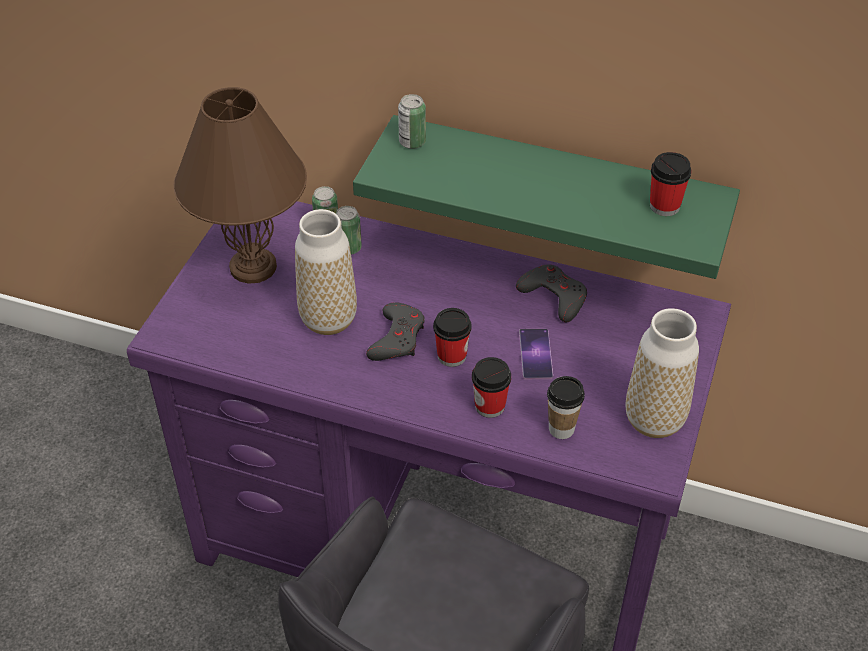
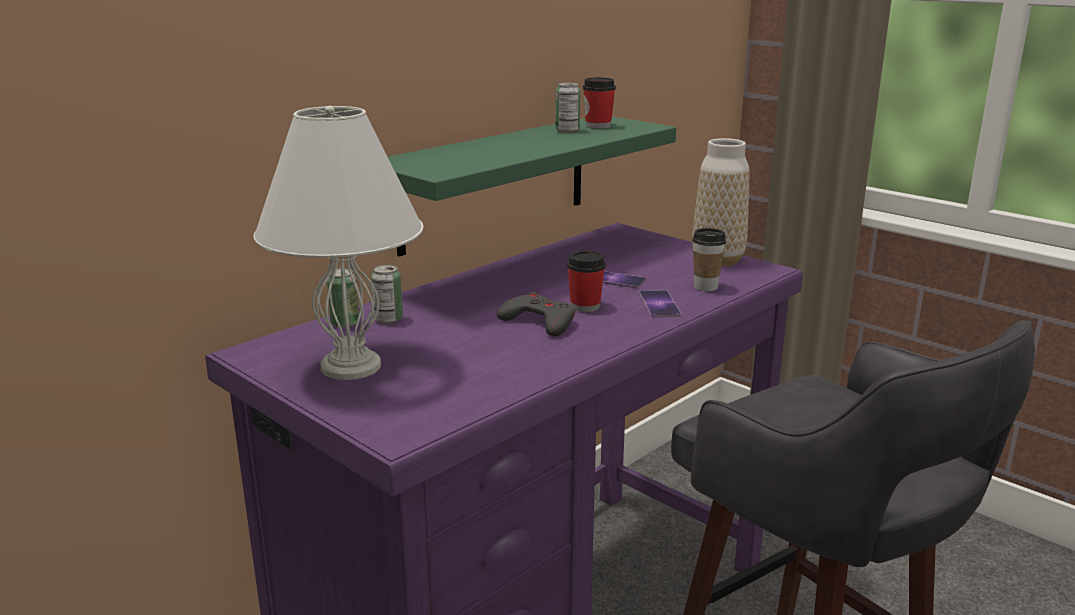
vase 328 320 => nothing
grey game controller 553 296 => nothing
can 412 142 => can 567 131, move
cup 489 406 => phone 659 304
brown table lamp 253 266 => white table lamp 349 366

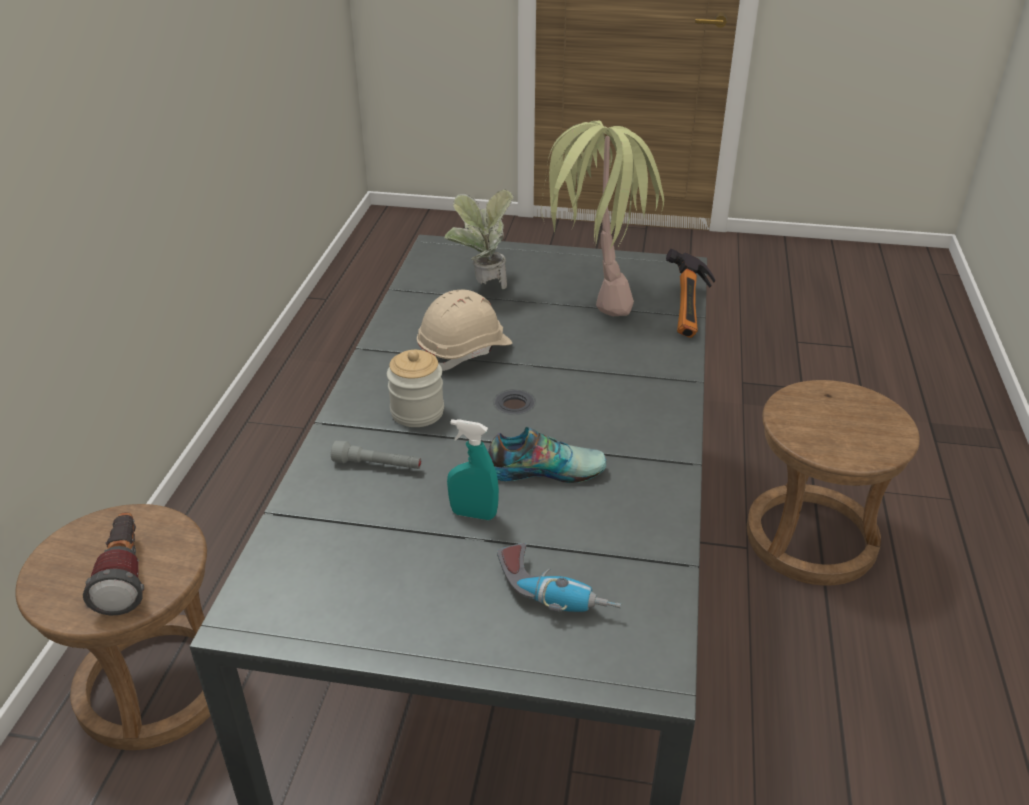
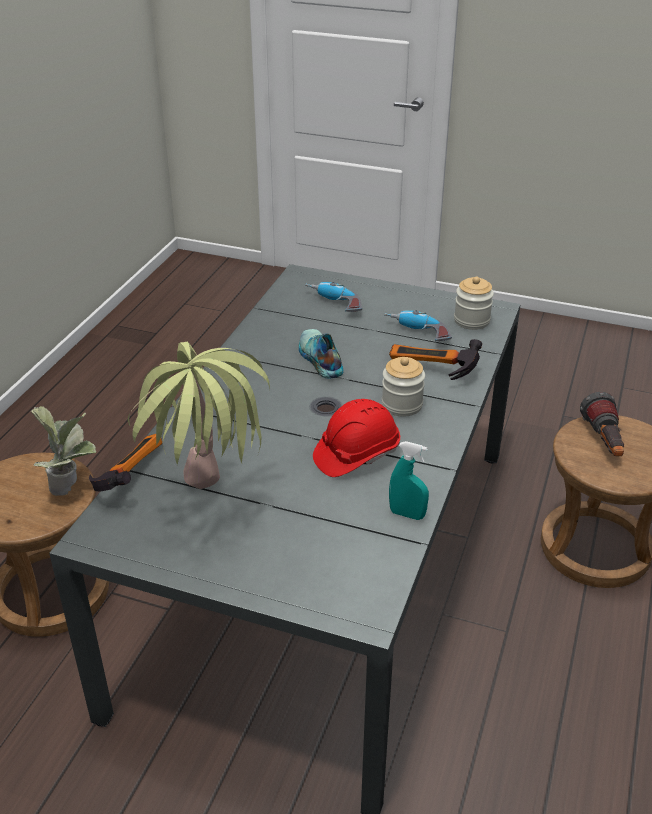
nothing => power drill 417 333
nothing => jar 471 321
potted plant 483 286 => potted plant 71 486, move
turquoise spray bottle 473 514 => turquoise spray bottle 407 514, move
grey flashlight 377 465 => hammer 430 372
beige hard hat 465 351 => red hard hat 356 454
shoe 544 468 => shoe 319 359, 60 degrees clockwise

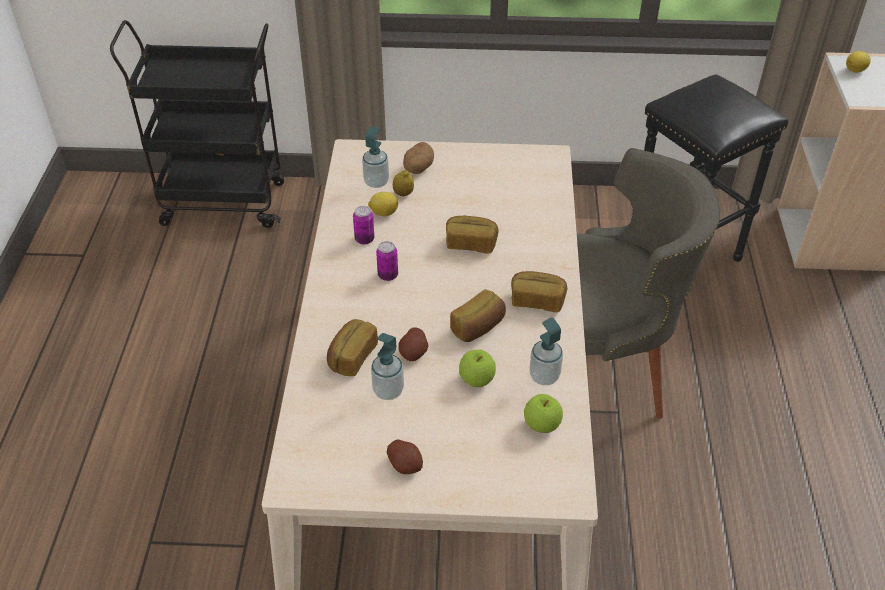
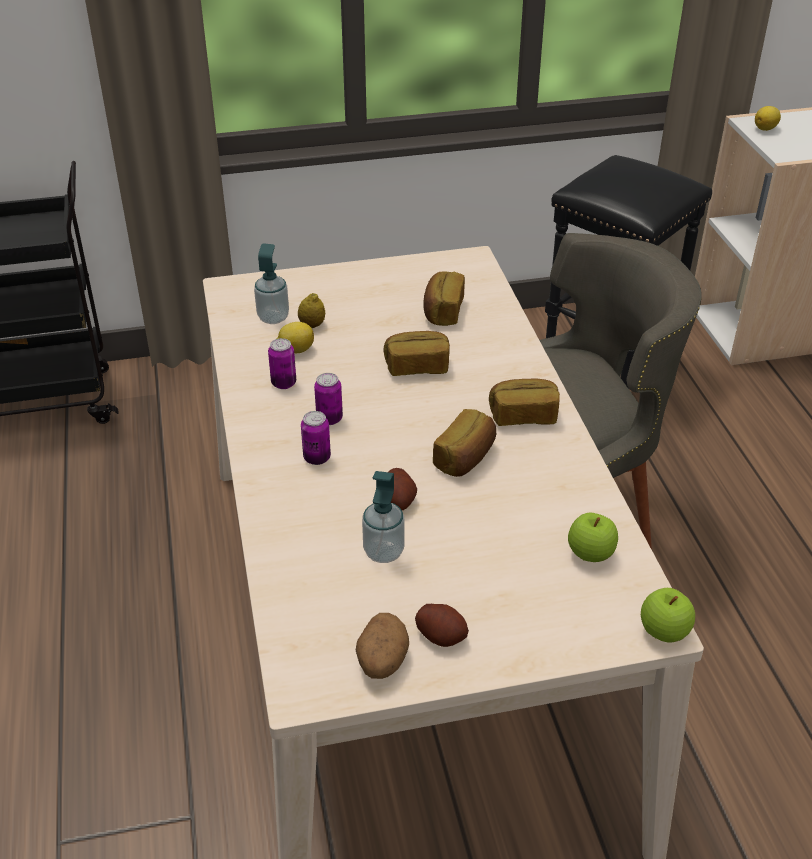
soap dispenser 544 376 => nothing
nothing => can 317 458
bread 351 356 => bread 442 311, move
potato 418 169 => potato 382 662, move
apple 476 380 => apple 663 632, move

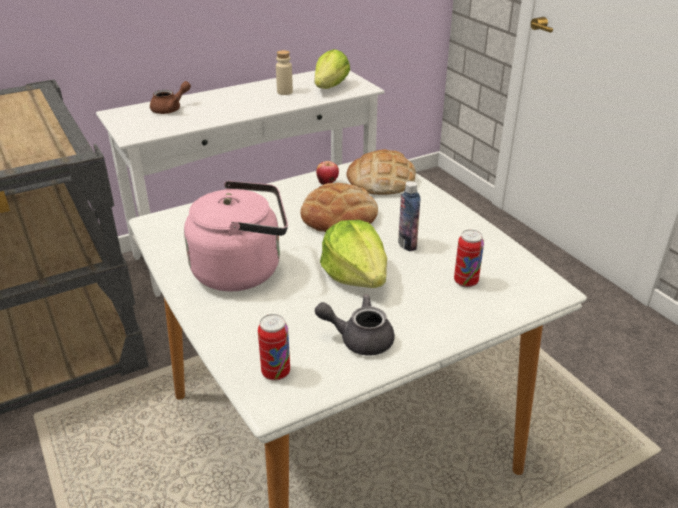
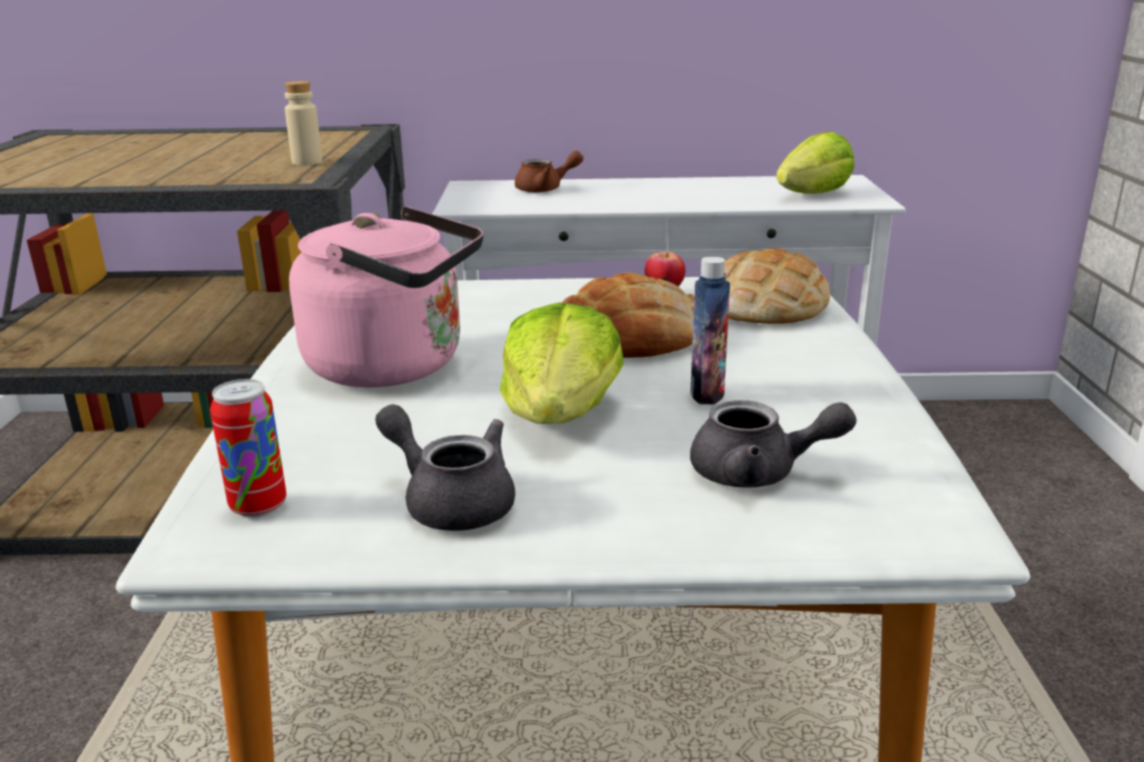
beige bottle 285 92 => beige bottle 307 162, move
can 465 282 => grey teapot 758 473

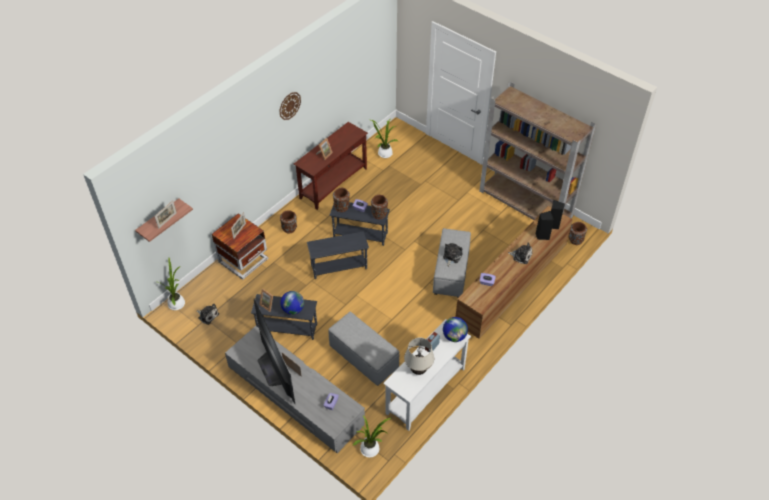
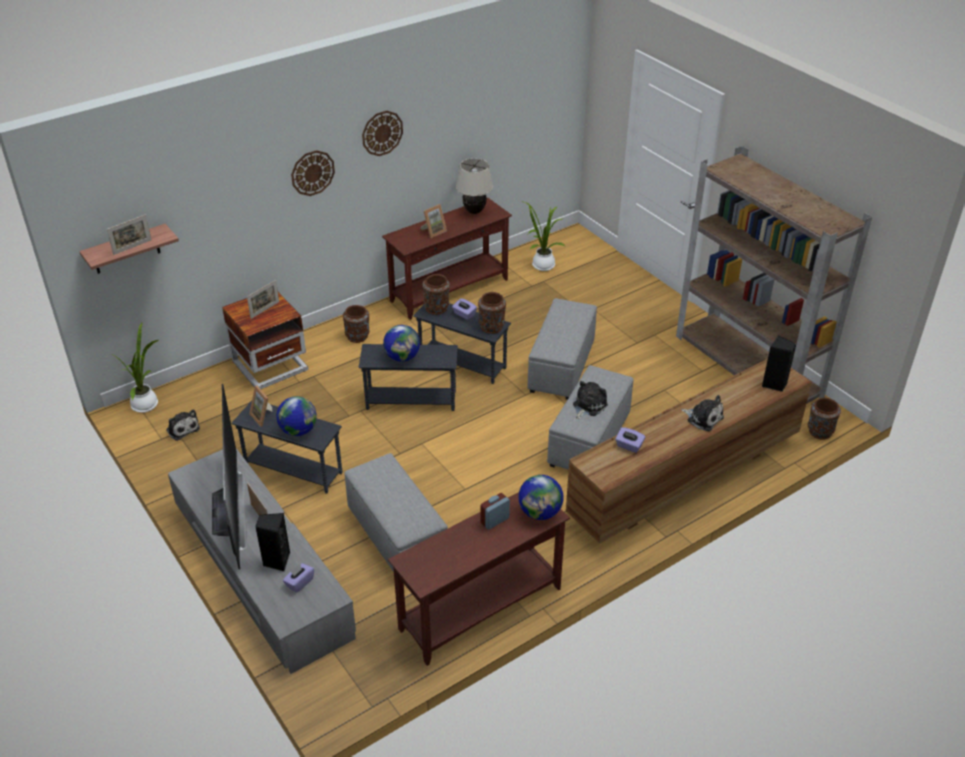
potted plant 371 449 => nothing
nothing => wall clock 312 173
nothing => globe 402 357
nothing => grey ottoman 561 367
beige table lamp 418 370 => beige table lamp 474 211, move
black speaker 542 235 => black speaker 276 561, move
white console table 425 391 => brown console table 480 609

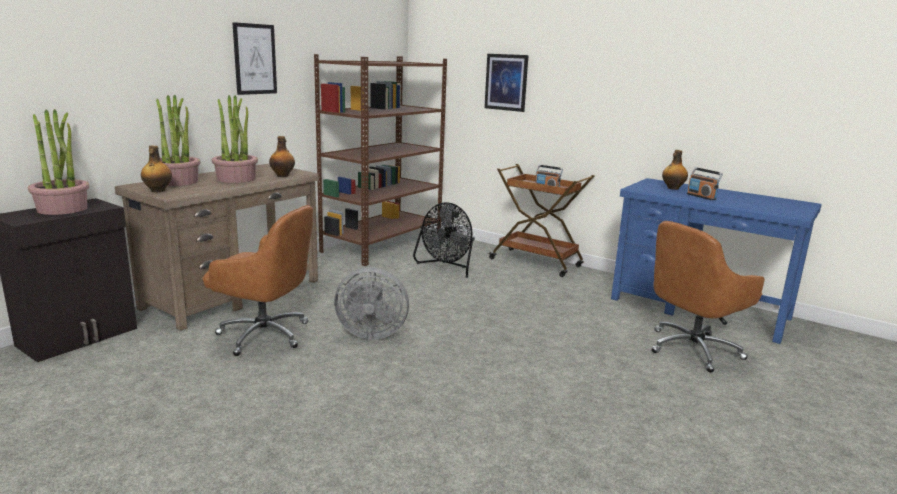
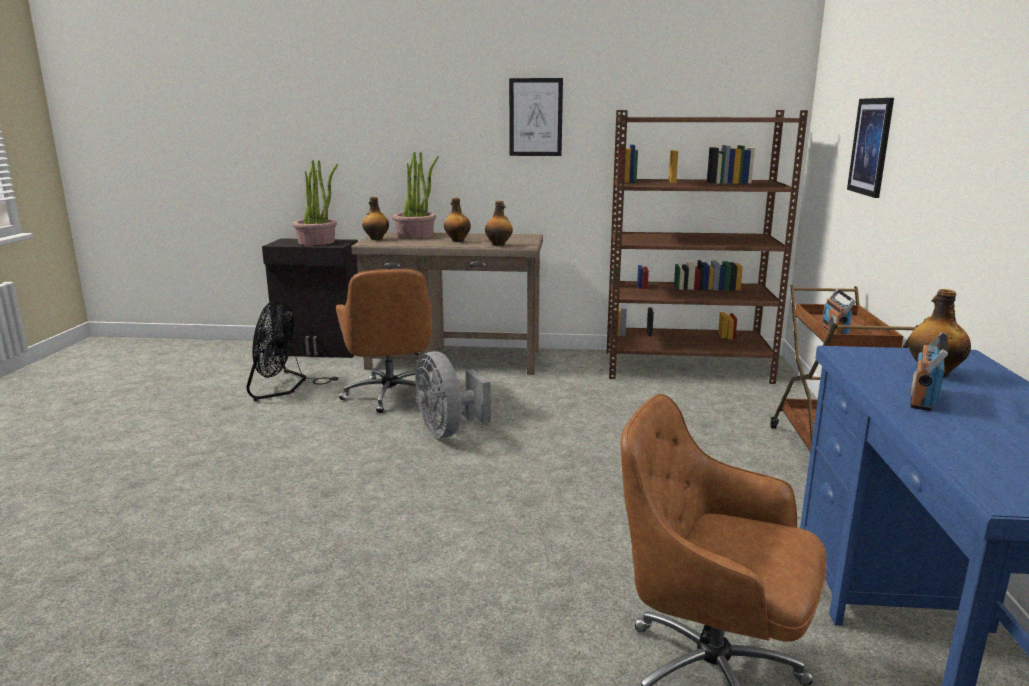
black fan 446 266 => black fan 288 385, move
potted plant 236 179 => bottle 457 240

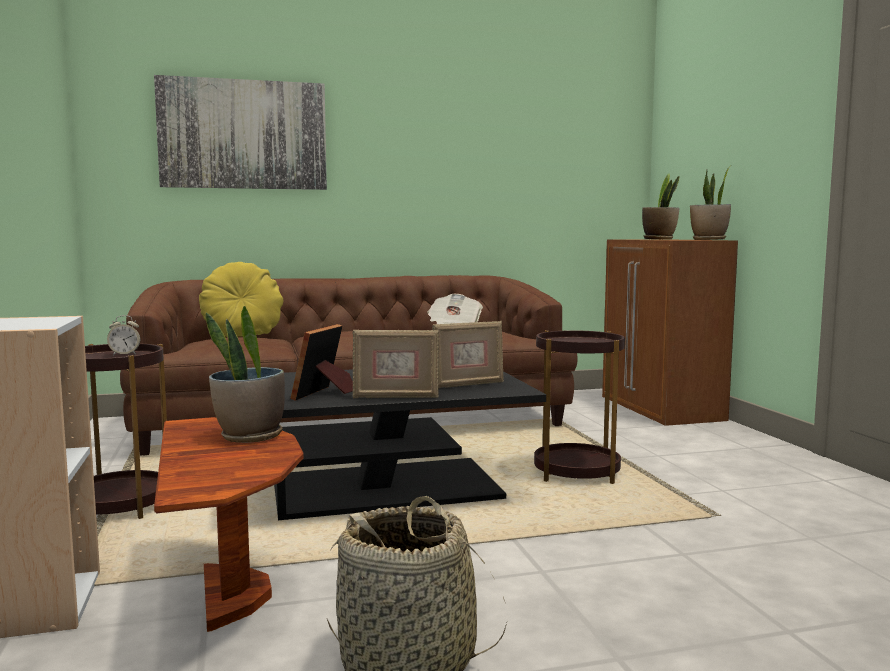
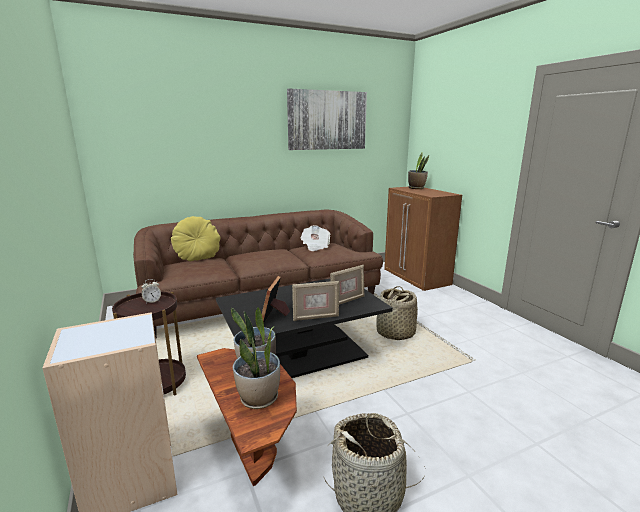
picture 243 135 => picture 327 120, move
potted plant 709 240 => potted plant 259 399, move
brown side table 576 473 => basket 395 333

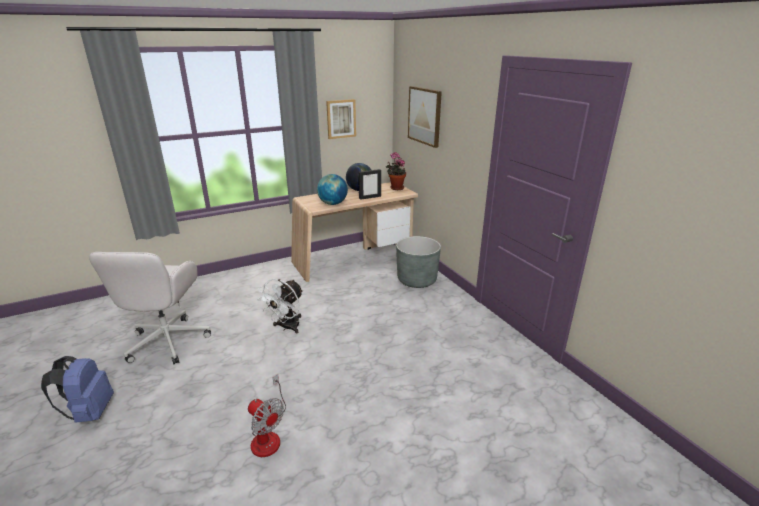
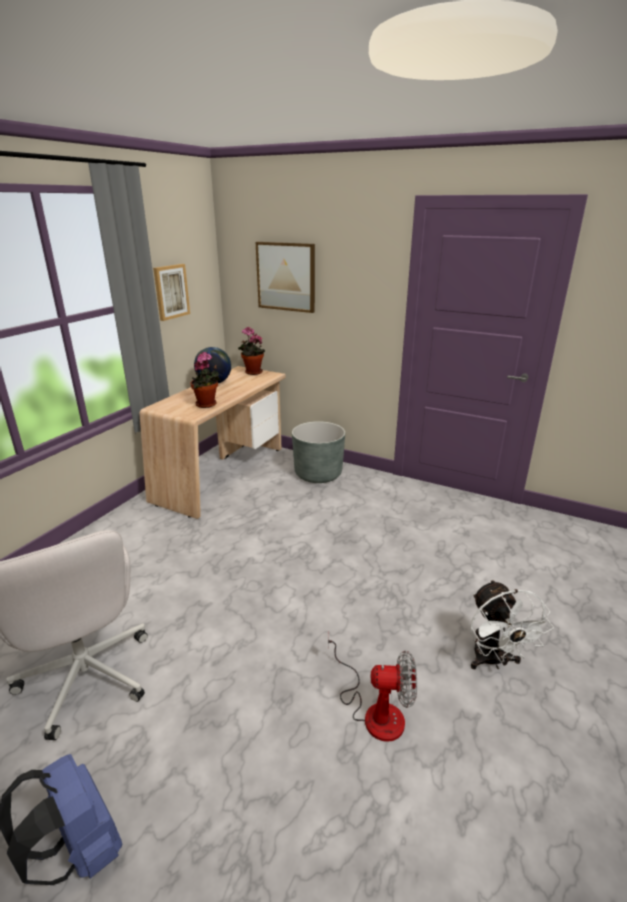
picture frame 370 197 => nothing
white fan 287 327 => white fan 493 661, move
globe 333 204 => potted plant 207 405

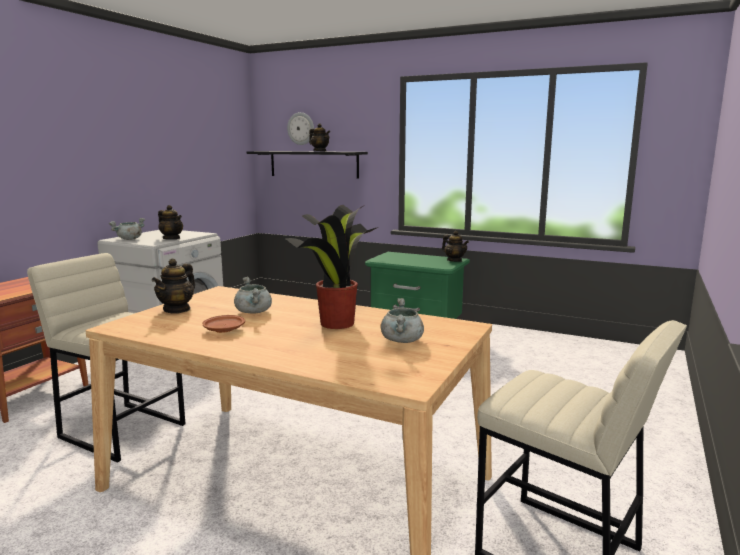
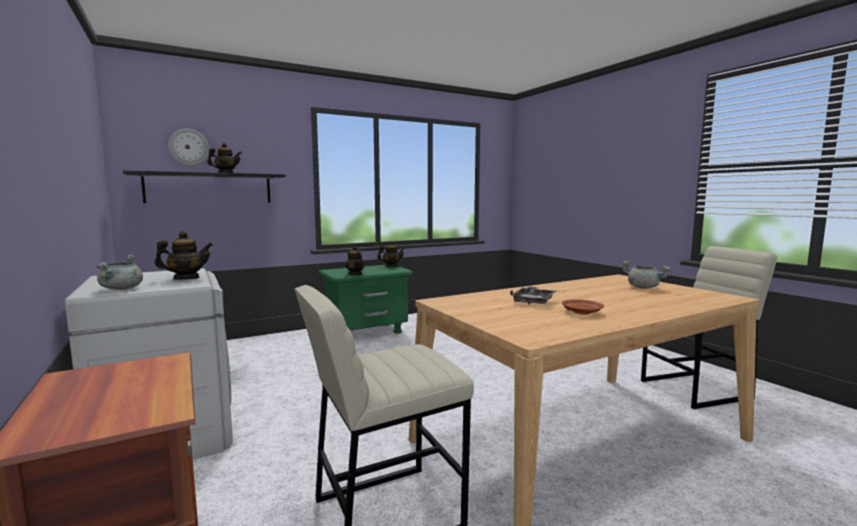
potted plant 338 323 => nothing
teapot 177 309 => teapot 355 274, move
grey cooking pot 254 312 => grey tray 533 301

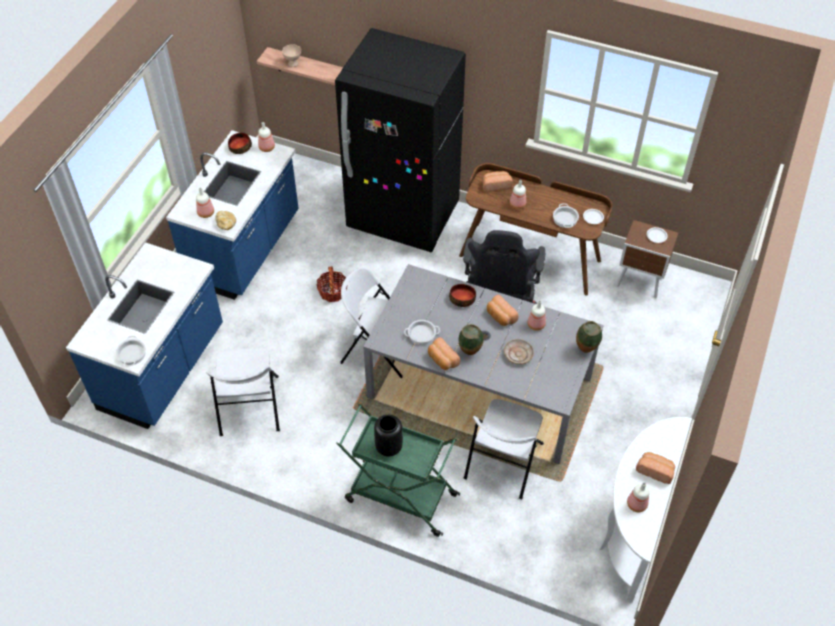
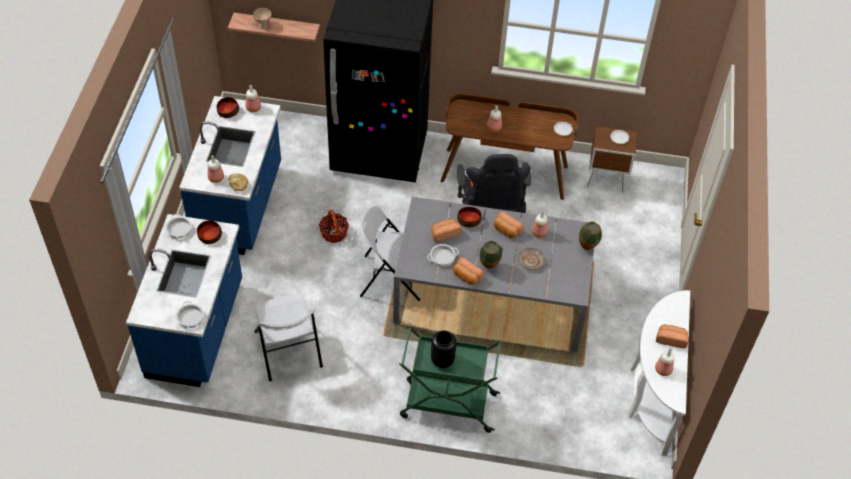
white chair 503 461 => nothing
nothing => bowl 209 235
bread 496 185 => bread 444 233, move
cooking pot 565 219 => cooking pot 179 230, move

